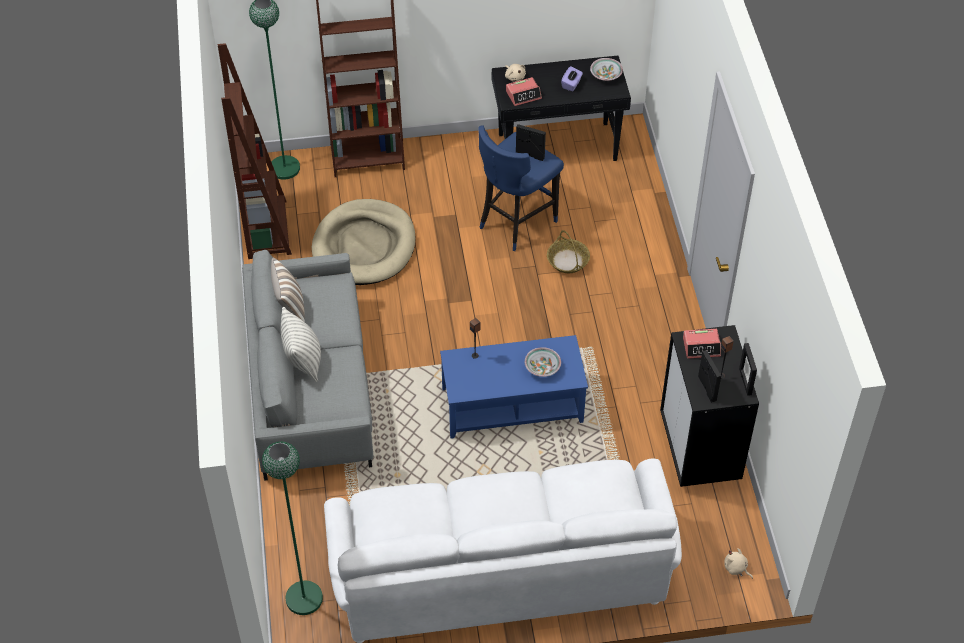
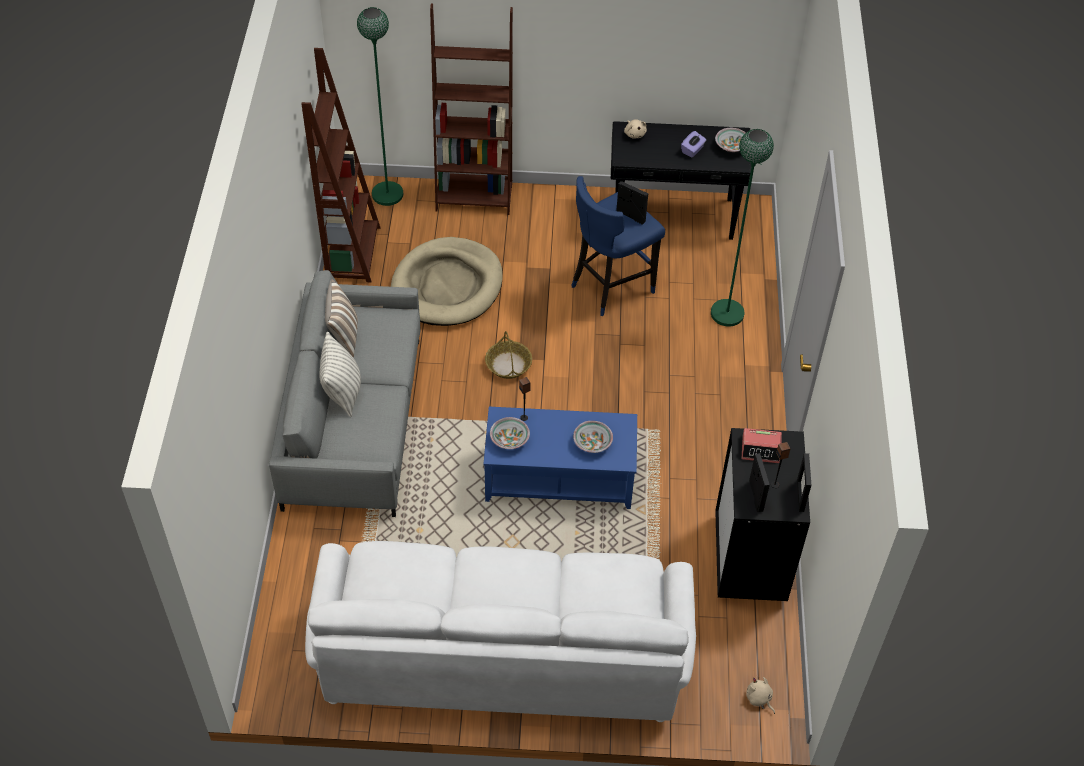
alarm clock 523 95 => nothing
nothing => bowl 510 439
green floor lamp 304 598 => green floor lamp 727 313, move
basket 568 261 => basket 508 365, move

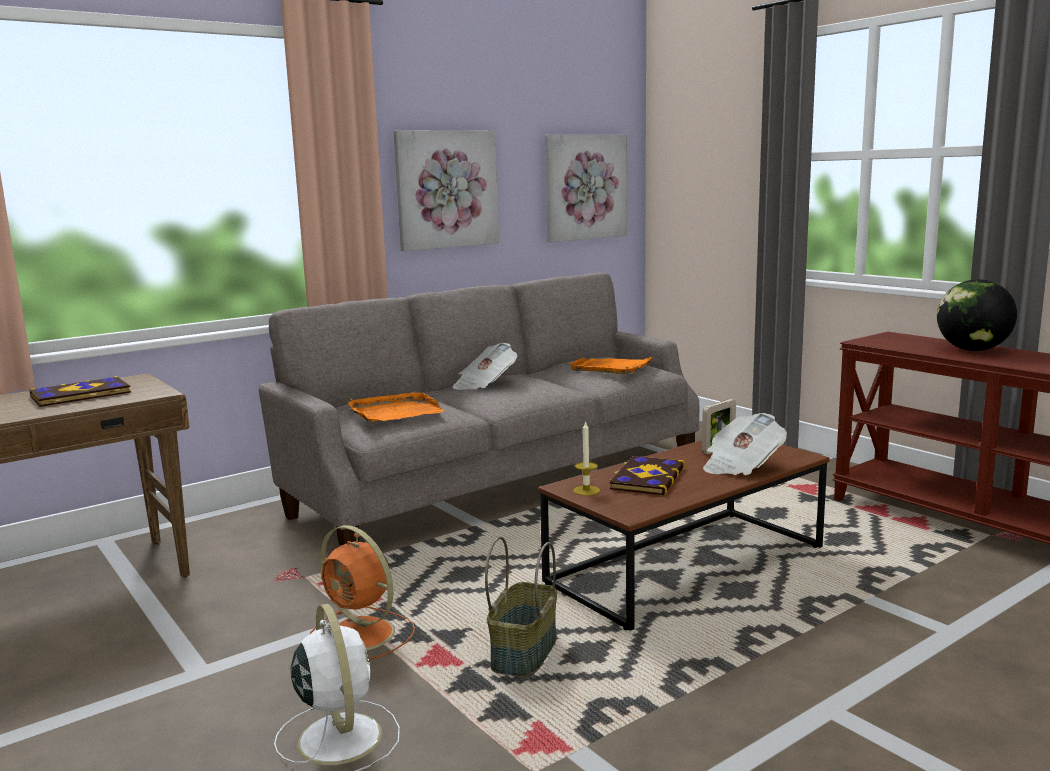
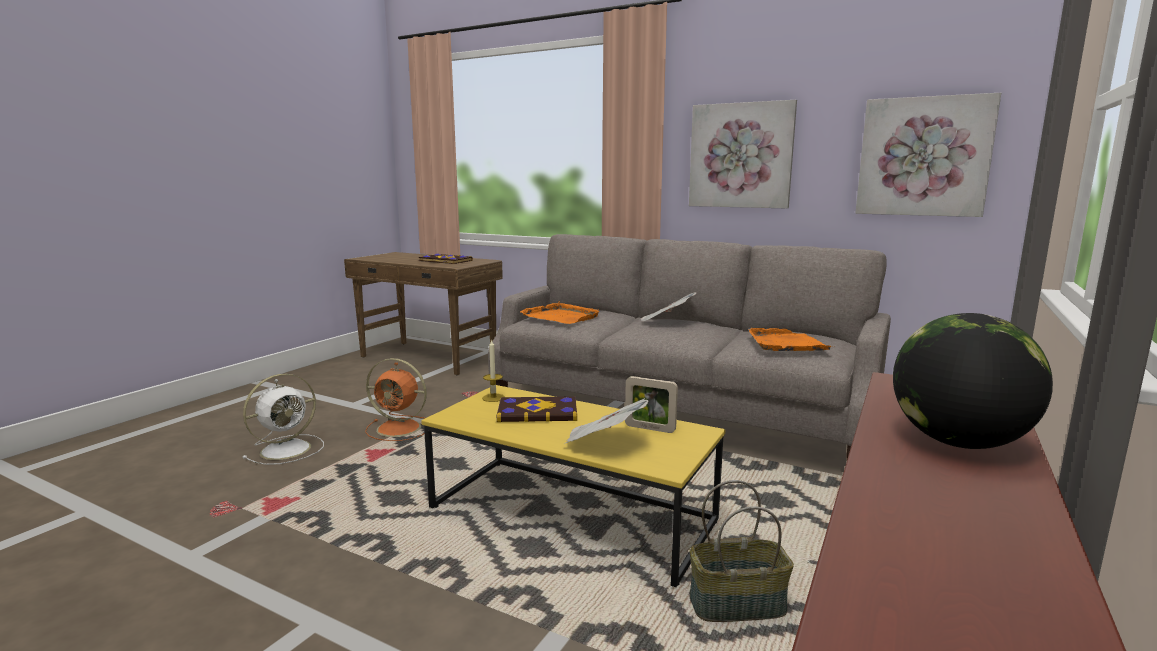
basket 523 652 => basket 737 603, move
brown coffee table 687 566 => yellow coffee table 571 515
orange fan 362 635 => orange fan 401 428, 90 degrees counterclockwise

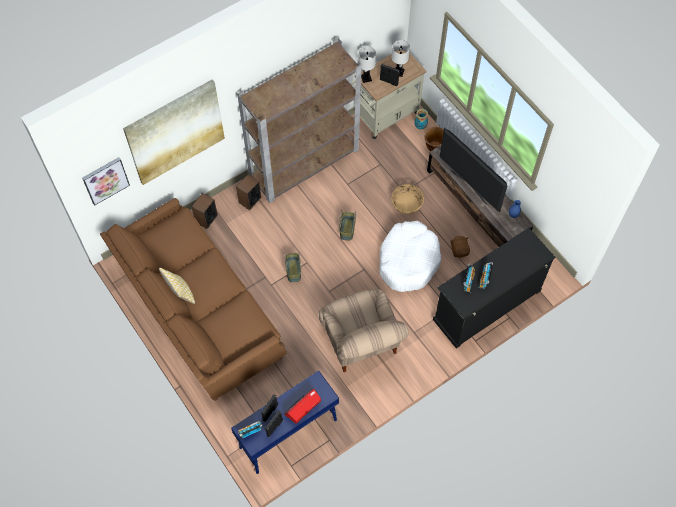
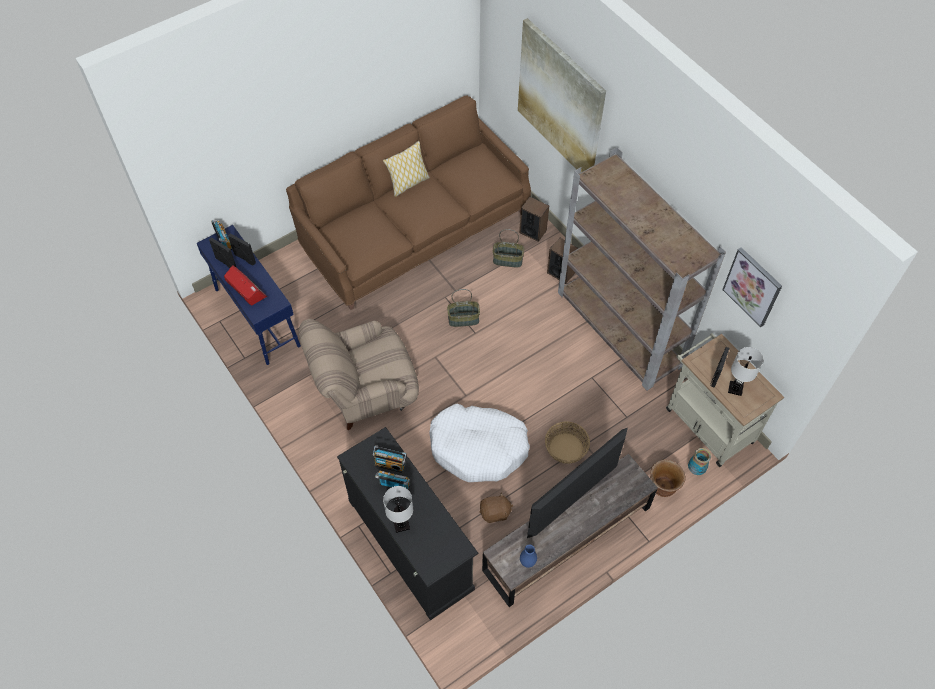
picture 105 180 => picture 752 286, move
basket 347 229 => basket 508 260, move
white table lamp 366 78 => white table lamp 401 524, move

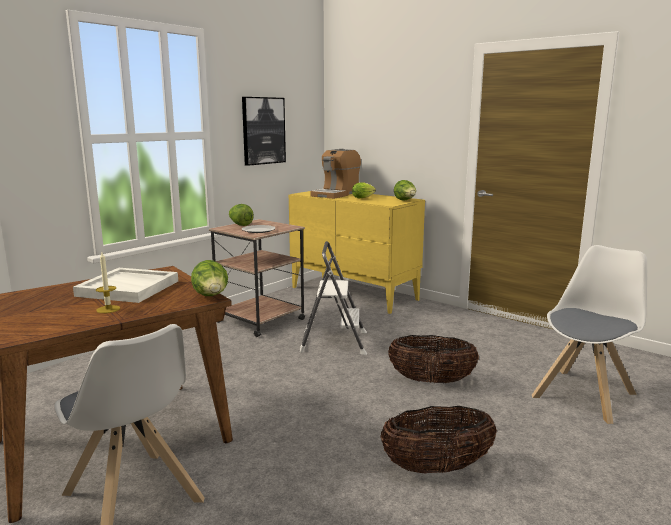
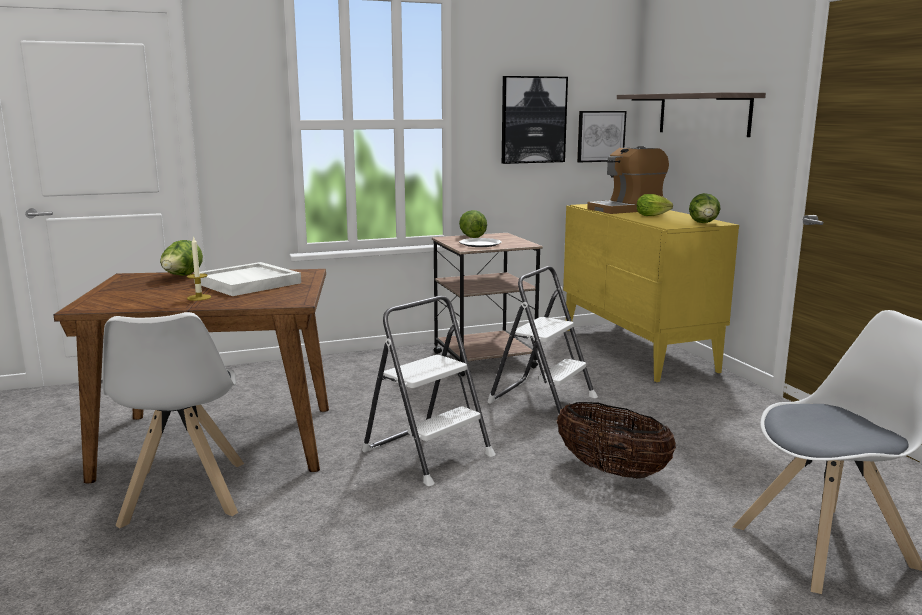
basket 437 467 => nothing
nothing => white step ladder 425 451
nothing => picture 600 136
nothing => shelf 703 114
lettuce 211 297 => lettuce 182 276, move

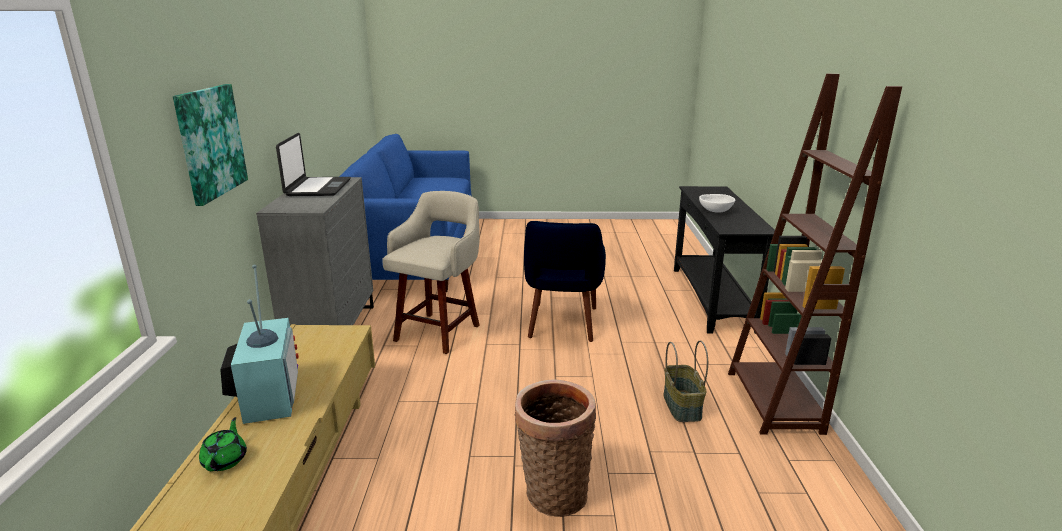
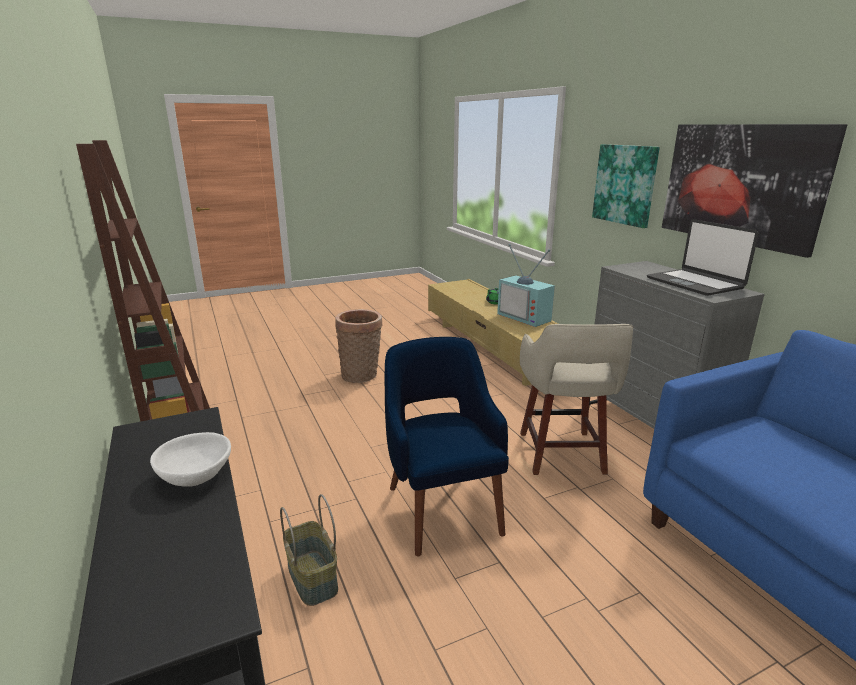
nothing => picture 741 184
basket 683 406 => basket 311 577, move

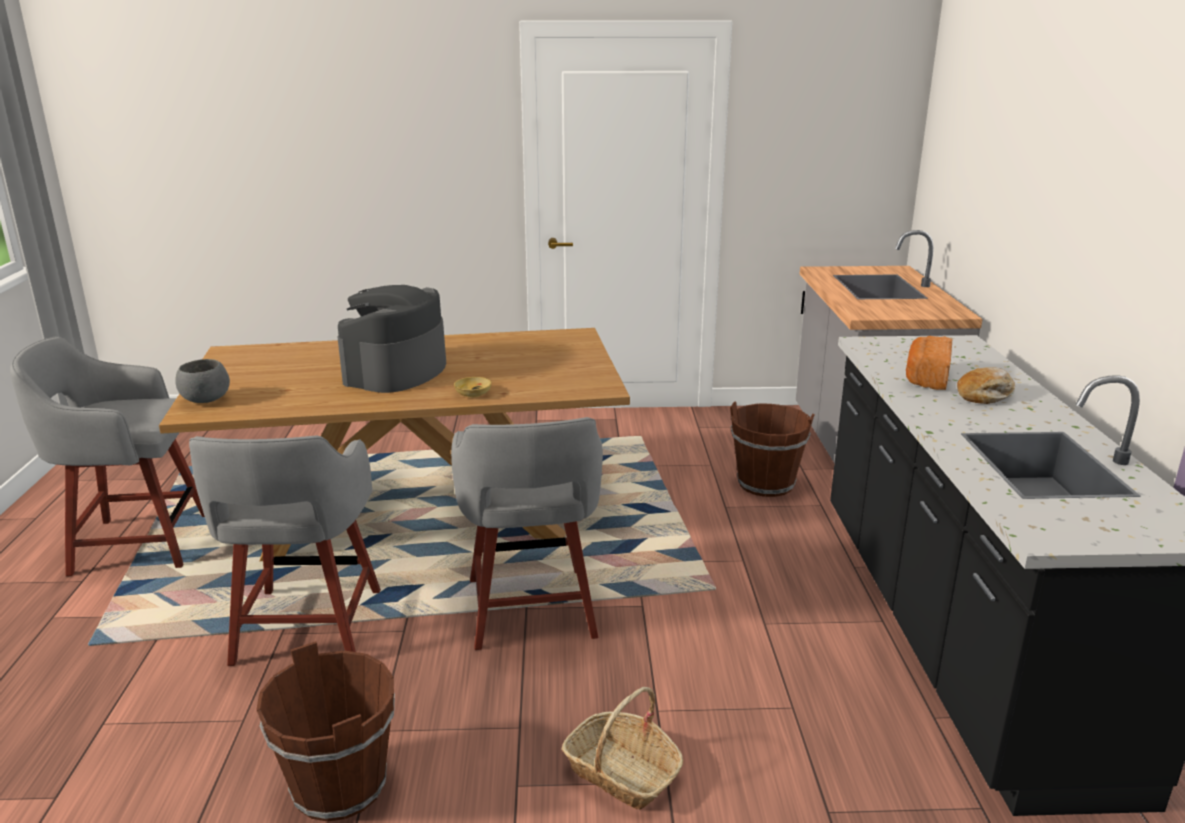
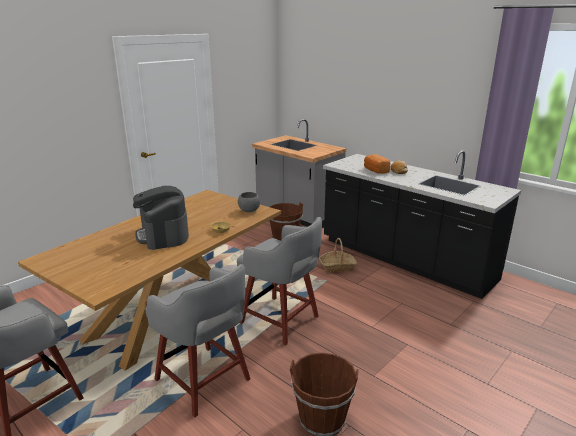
grey bowl 205 400 => grey bowl 249 211, move
basket 622 773 => basket 337 267, move

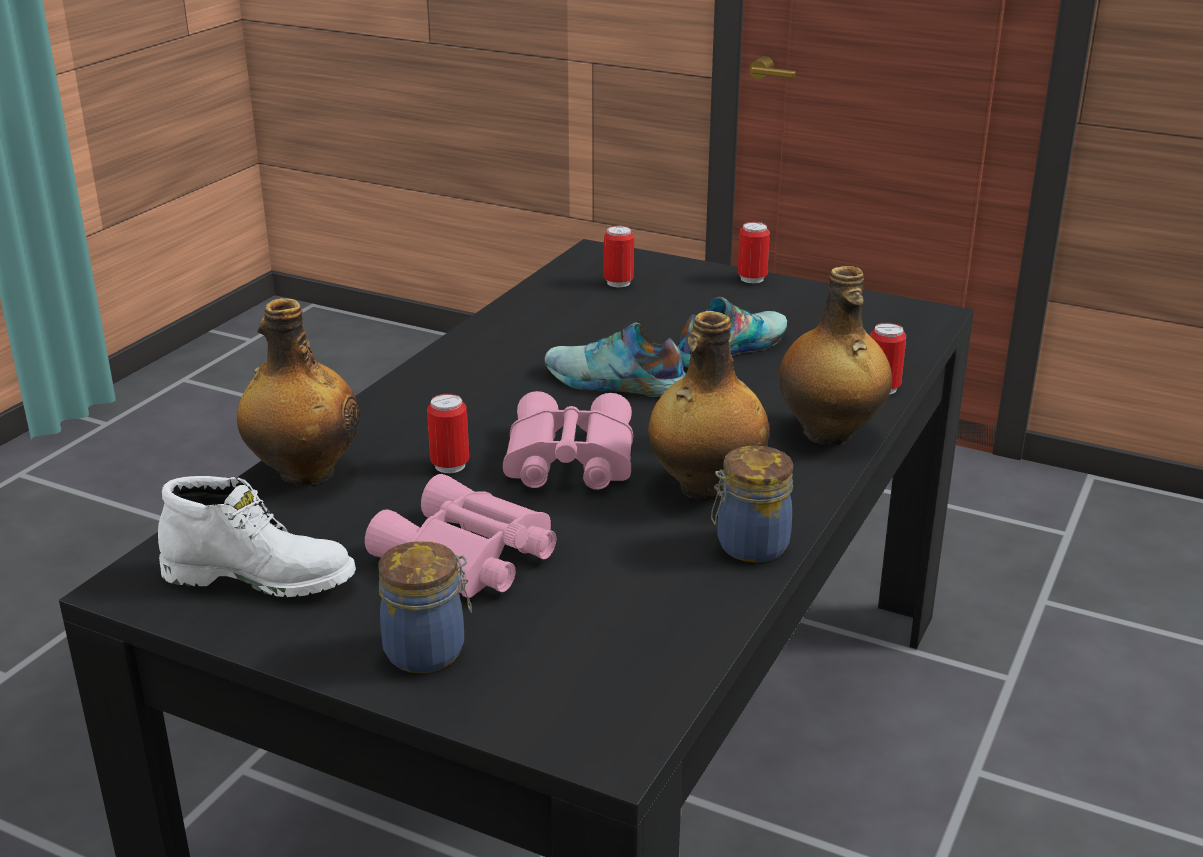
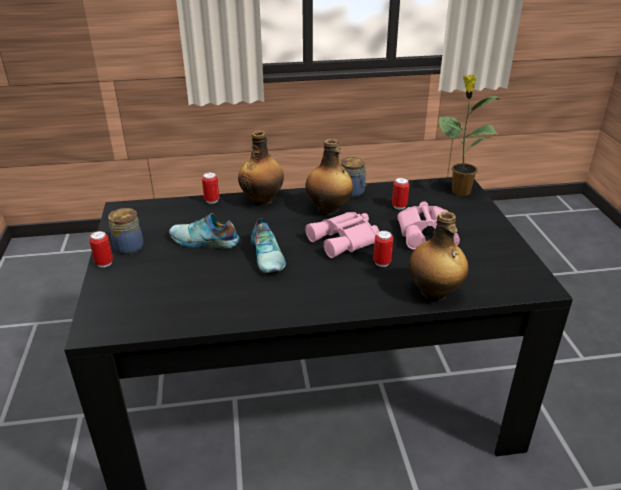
white boot 261 577 => nothing
nothing => potted plant 459 191
jar 428 651 => jar 128 247, move
can 618 283 => can 399 206, move

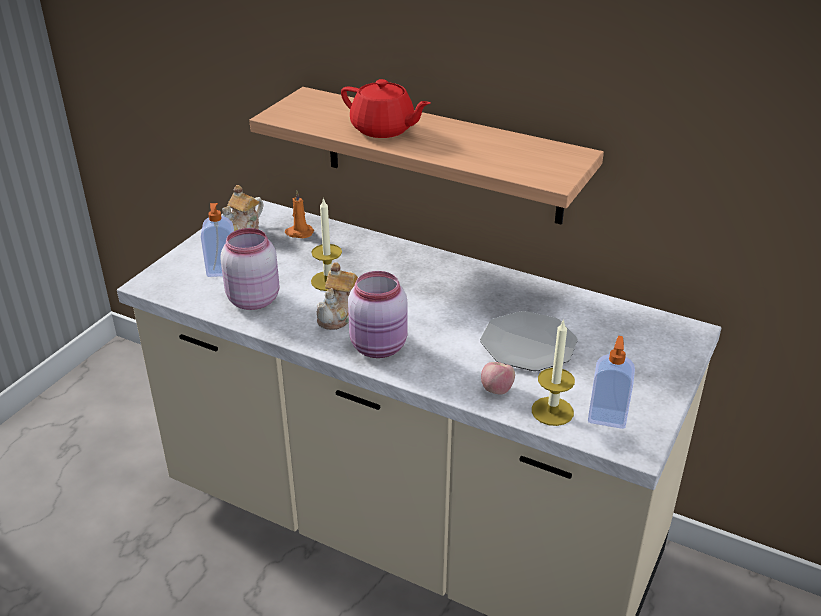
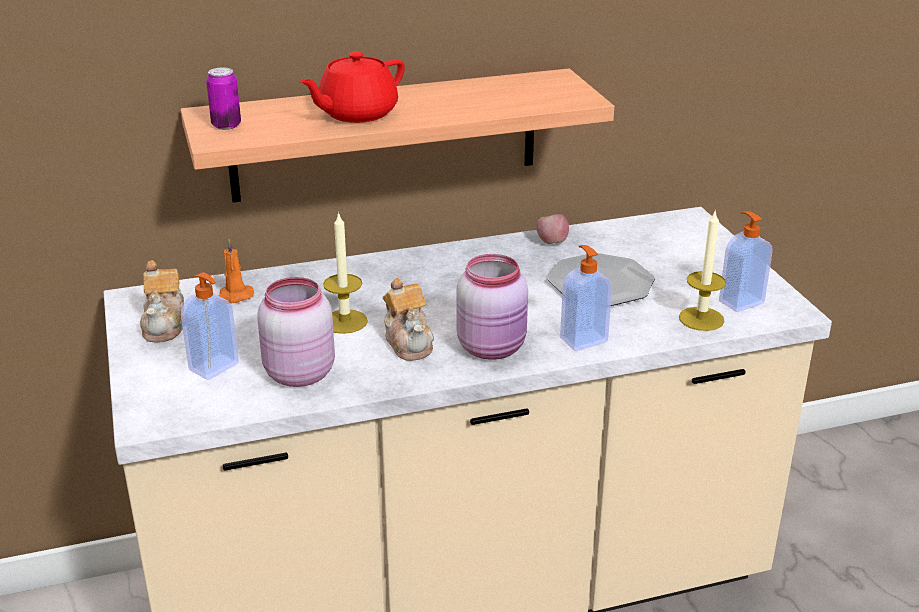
nothing => can 226 125
nothing => soap dispenser 583 339
apple 496 389 => apple 551 242, move
red teapot 384 129 => red teapot 356 114, 150 degrees clockwise

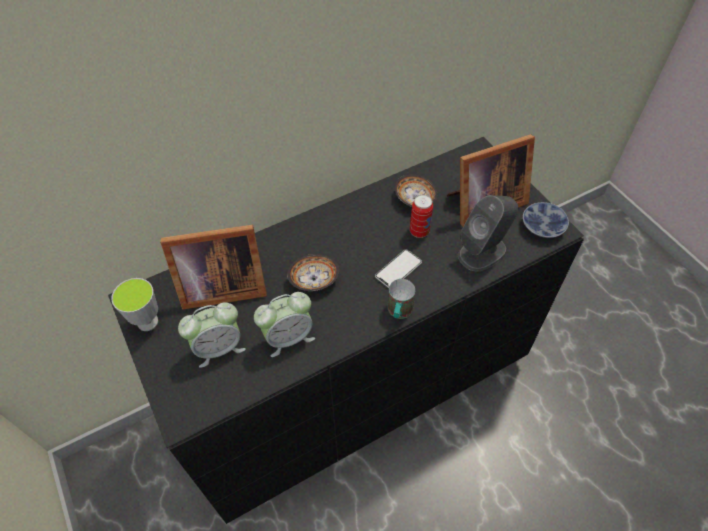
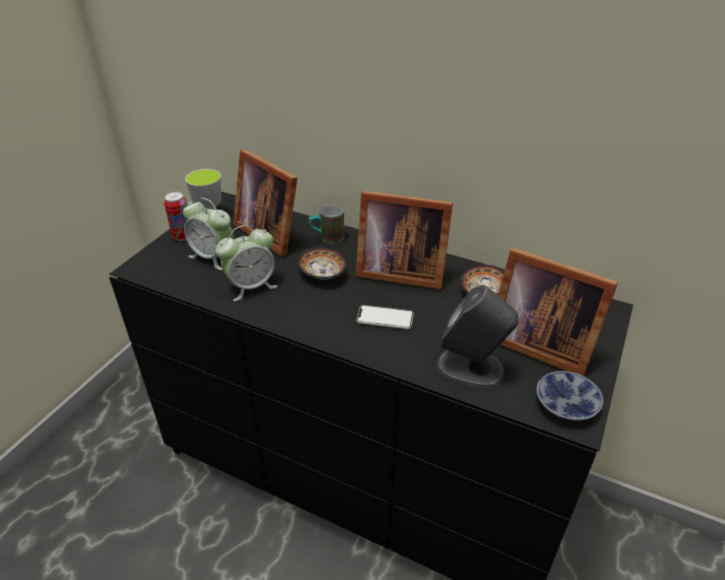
nothing => picture frame 398 270
mug 399 313 => mug 327 238, move
can 419 231 => can 182 236, move
alarm clock 288 337 => alarm clock 251 286, 60 degrees counterclockwise

